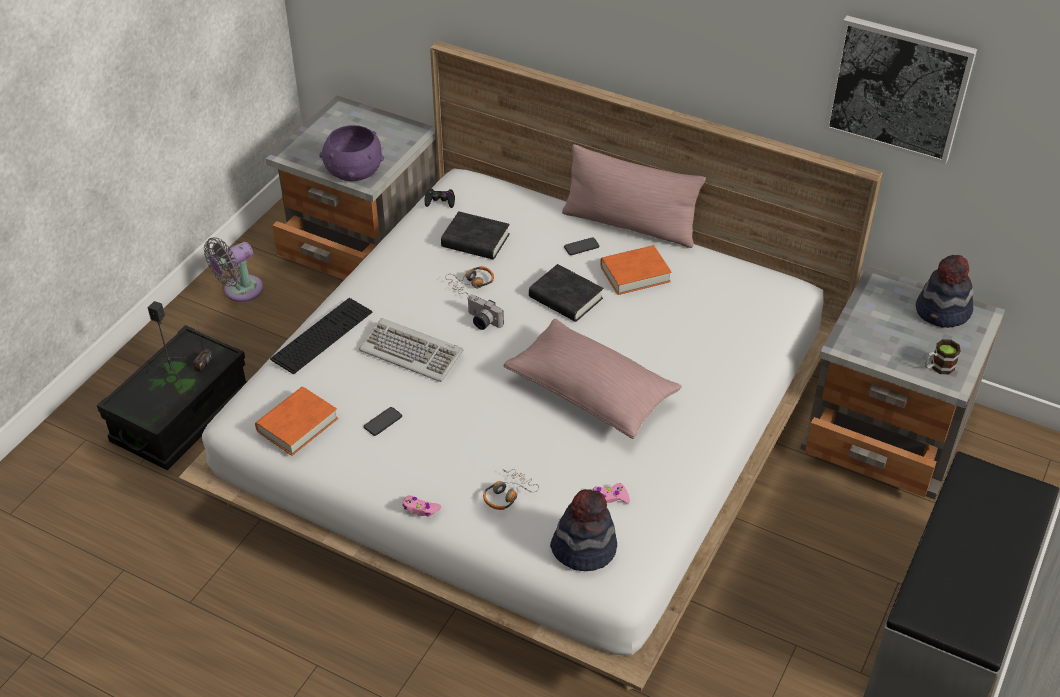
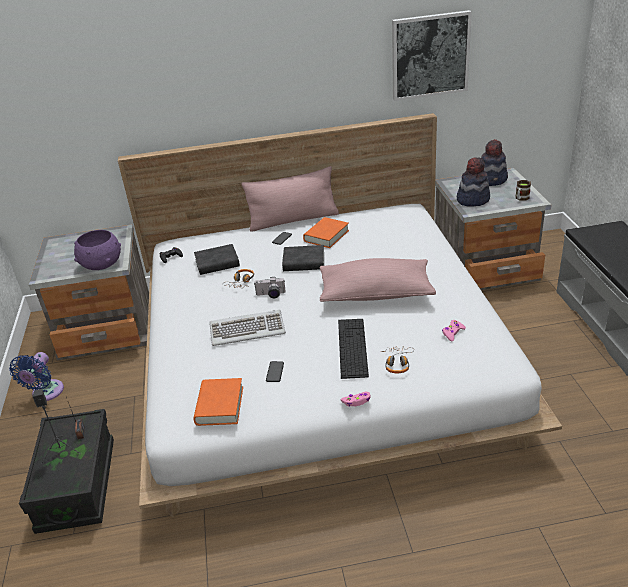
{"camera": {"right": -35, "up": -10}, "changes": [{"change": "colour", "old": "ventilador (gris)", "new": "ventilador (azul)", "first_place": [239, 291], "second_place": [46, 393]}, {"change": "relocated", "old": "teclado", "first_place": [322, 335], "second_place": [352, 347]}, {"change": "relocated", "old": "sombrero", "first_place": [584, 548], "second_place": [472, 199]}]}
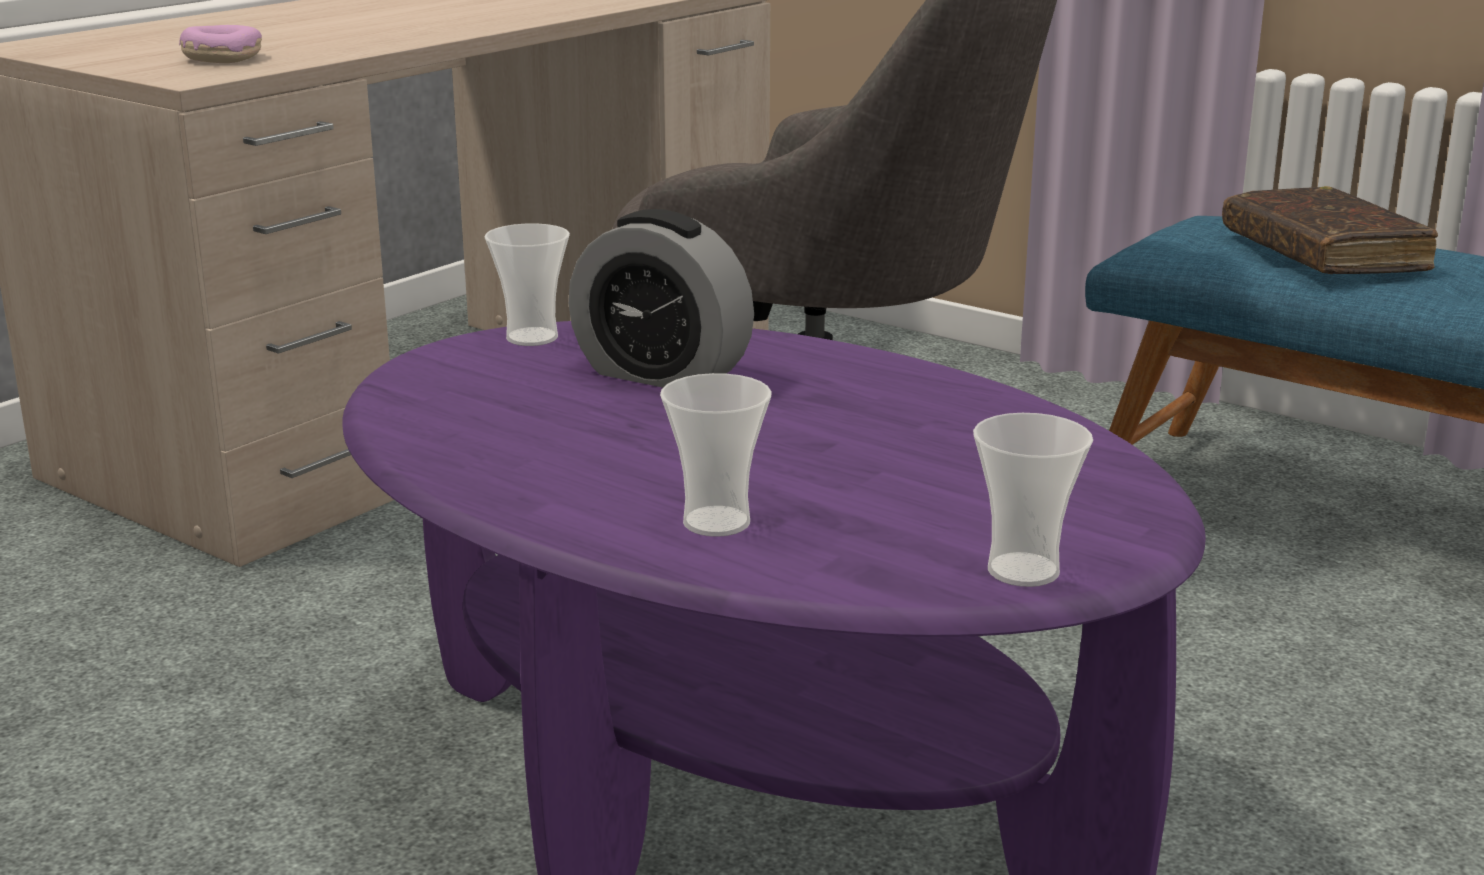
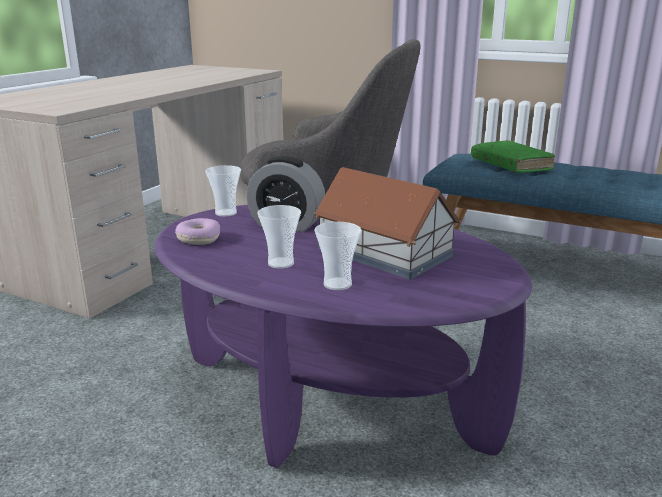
{"camera": {"right": -10, "up": 0}, "changes": [{"change": "relocated", "old": "rosquilla", "first_place": [222, 58], "second_place": [198, 239]}, {"change": "colour", "old": "libro (marrón)", "new": "libro (verde)", "first_place": [1322, 253], "second_place": [510, 165]}, {"change": "relocated", "old": "taza", "first_place": [1023, 571], "second_place": [281, 263]}, {"change": "appeared", "new": "casita", "second_place": [383, 251]}]}
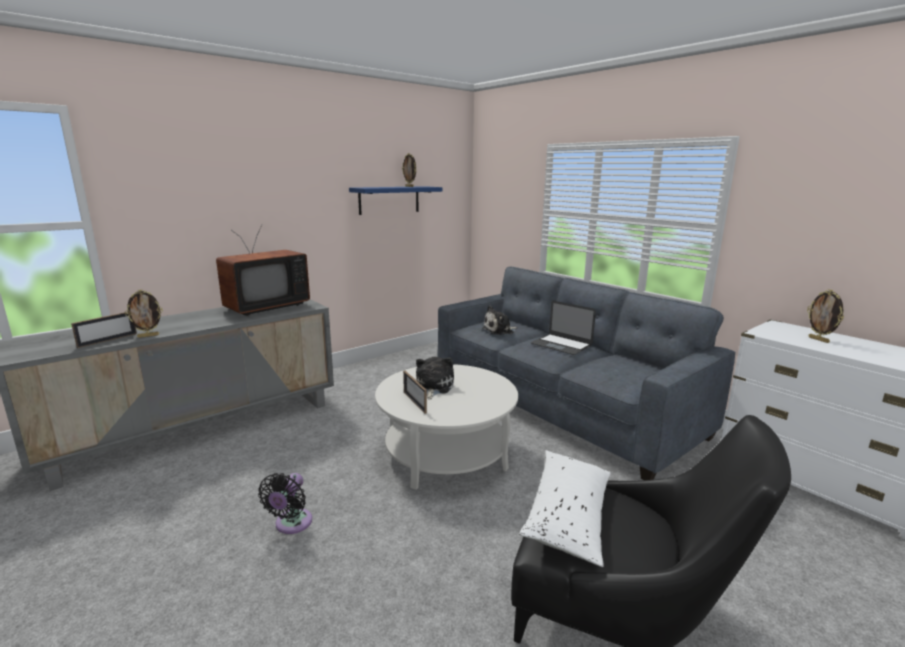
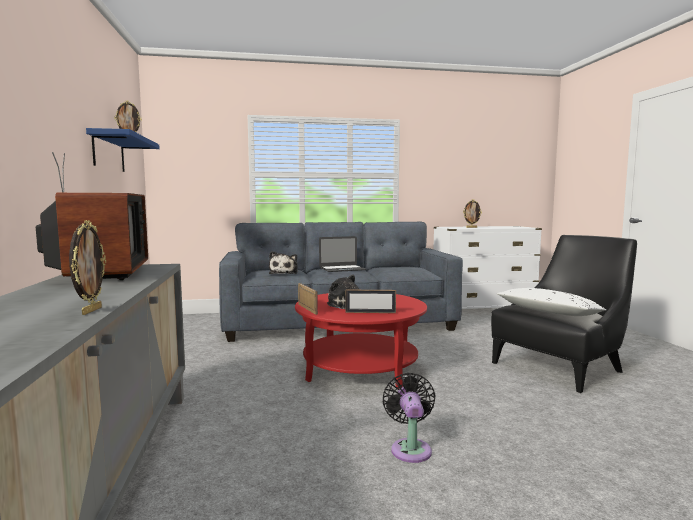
{"camera": {"right": -60, "up": -10}, "changes": [{"change": "relocated", "old": "portarretratos", "first_place": [108, 340], "second_place": [307, 309]}, {"change": "colour", "old": "mesa de centro (blanco)", "new": "mesa de centro (rojo)", "first_place": [446, 453], "second_place": [360, 367]}, {"change": "spun", "old": "ventilador (negro)", "first_place": [291, 524], "second_place": [410, 448], "degrees": -135}]}
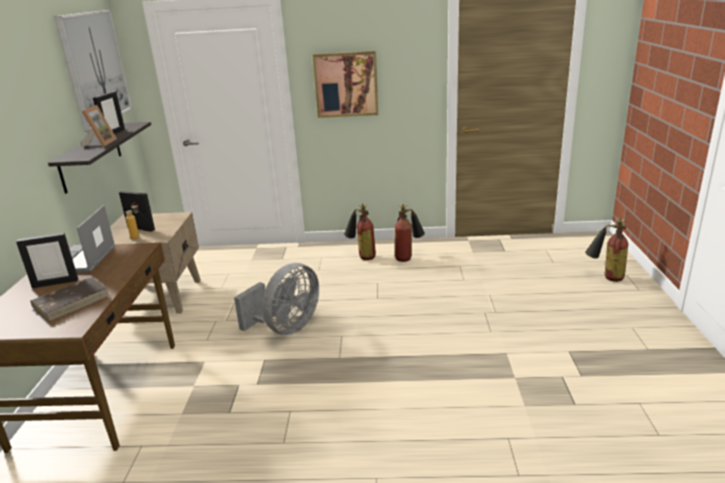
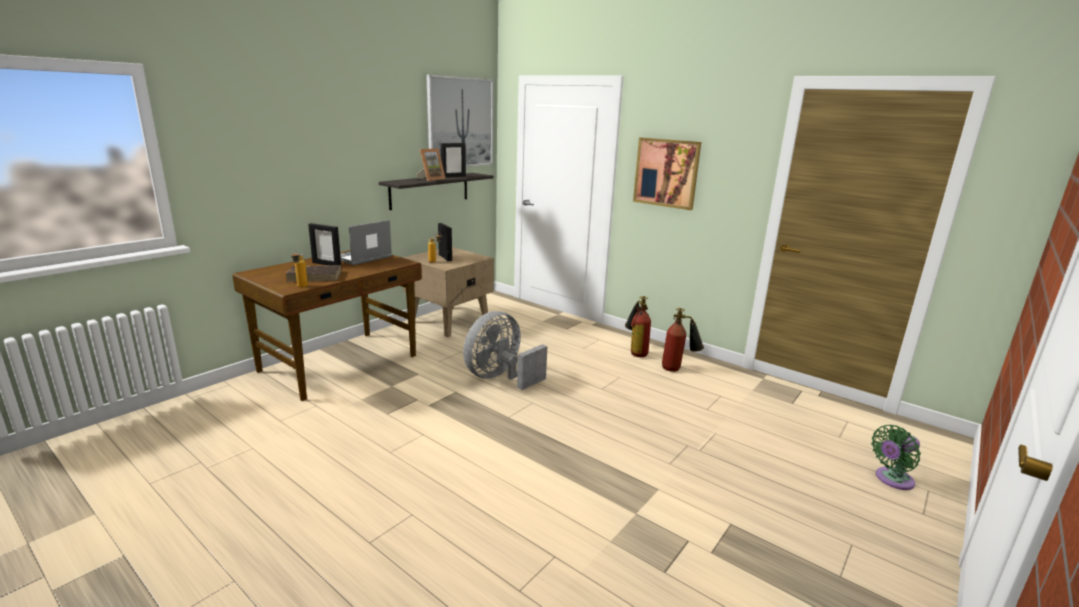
{"camera": {"right": 35, "up": -5}, "changes": [{"change": "exchanged", "old": "extintor", "new": "ventilador (verde)", "first_place": [605, 277], "second_place": [891, 480]}, {"change": "spun", "old": "ventilador (gris)", "first_place": [286, 328], "second_place": [500, 378], "degrees": 150}, {"change": "appeared", "new": "botella", "second_place": [301, 287]}]}
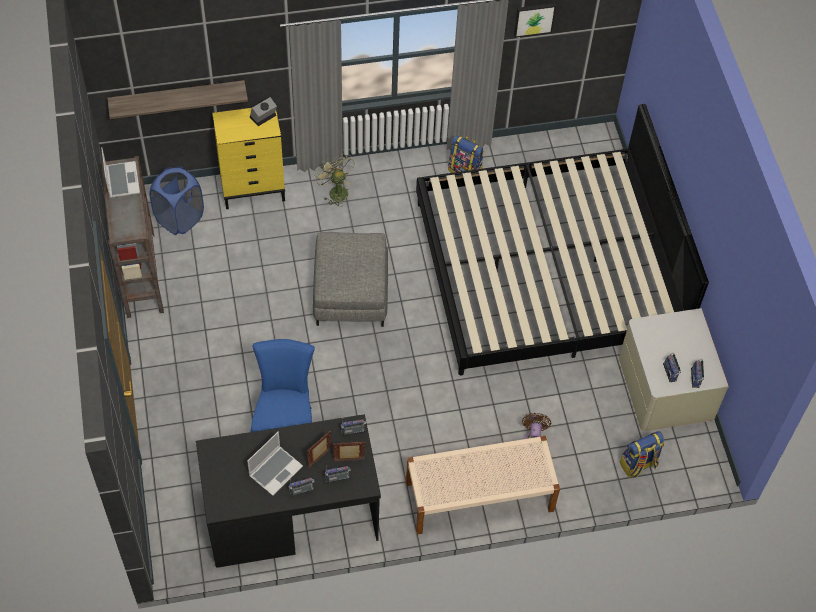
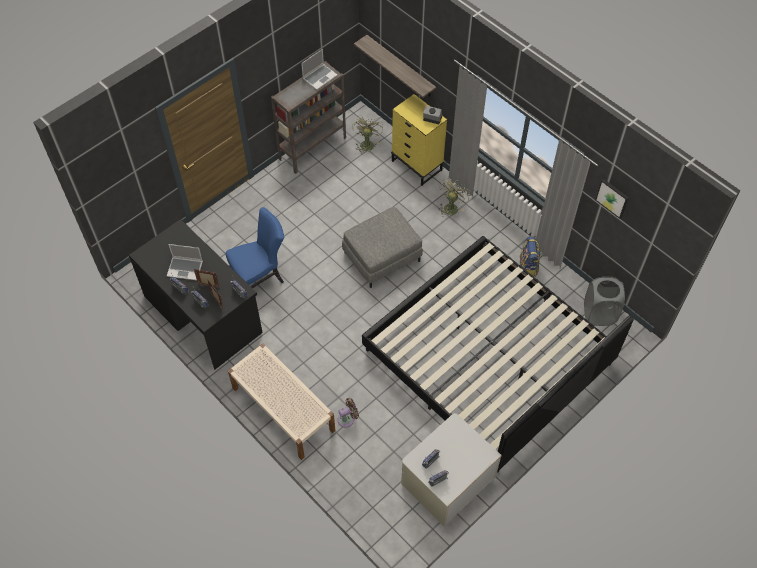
{"camera": {"right": 60, "up": 0}, "changes": [{"change": "exchanged", "old": "cesto de la ropa (azul)", "new": "ventilador (verde)", "first_place": [180, 218], "second_place": [366, 143]}, {"change": "missing", "old": "mochila", "first_place": [638, 464]}, {"change": "appeared", "new": "cesto de la ropa (gris)", "second_place": [599, 314]}]}
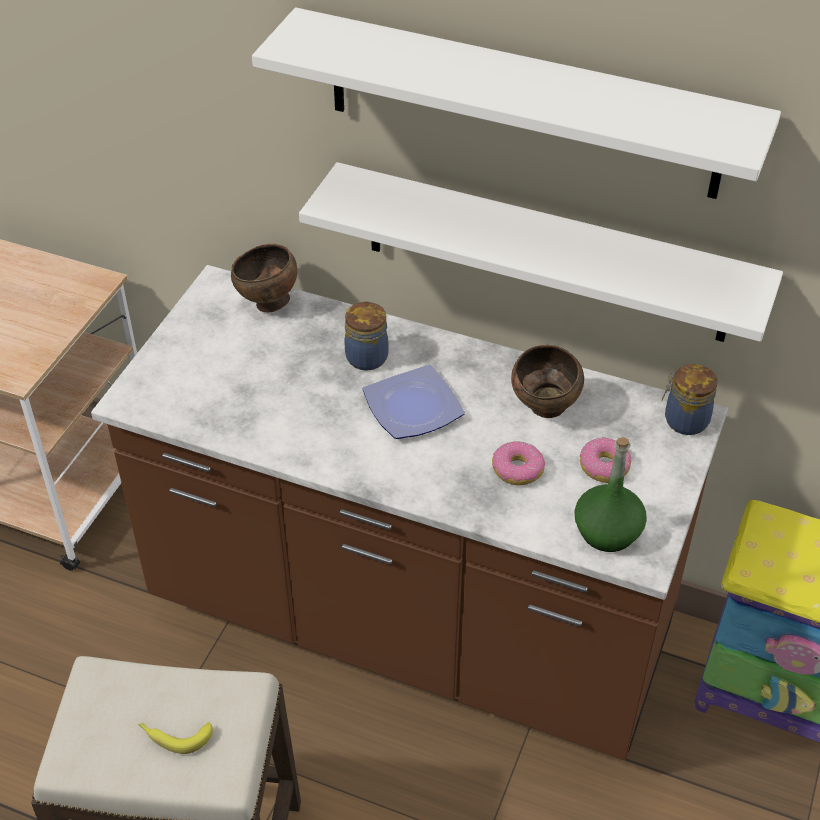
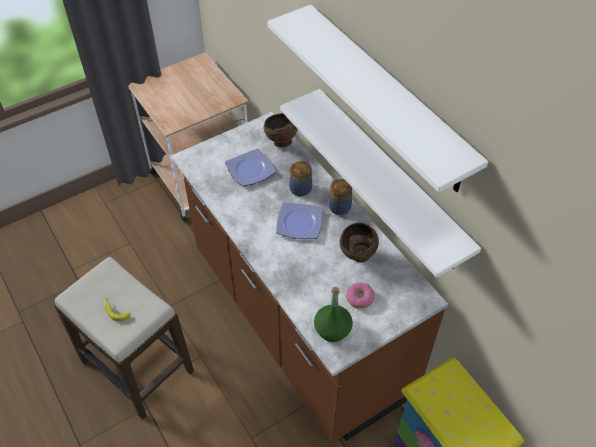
{"camera": {"right": 35, "up": 5}, "changes": [{"change": "relocated", "old": "tarro", "first_place": [684, 420], "second_place": [339, 206]}, {"change": "missing", "old": "rosquilla", "first_place": [517, 470]}, {"change": "appeared", "new": "plato", "second_place": [250, 169]}]}
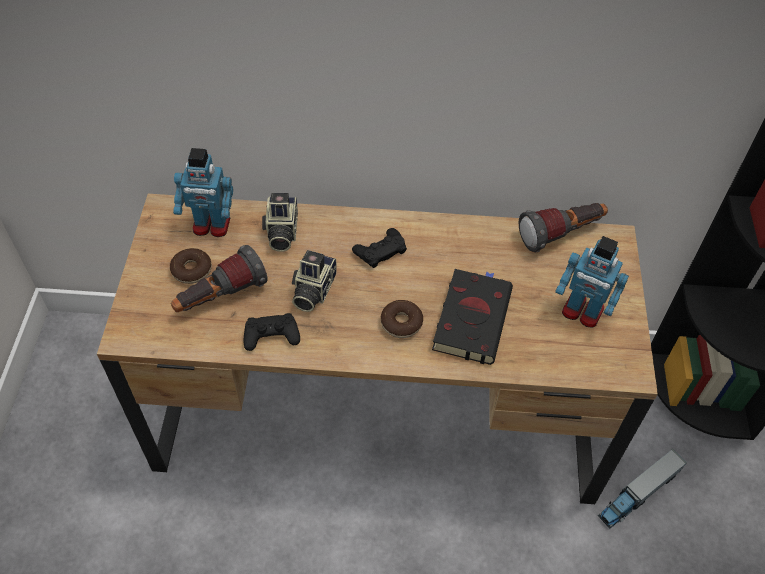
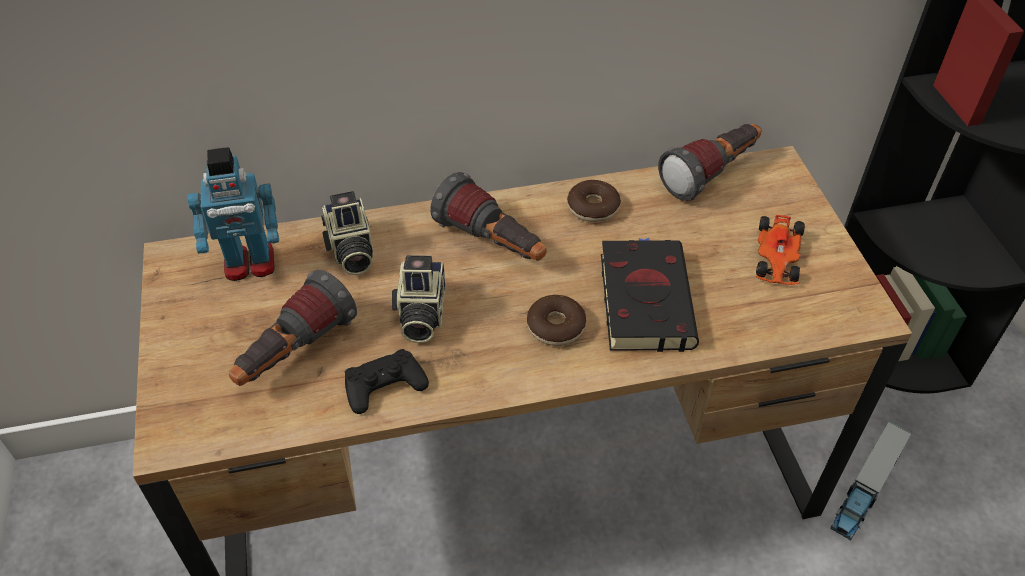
{"camera": {"right": -15, "up": -5}, "changes": [{"change": "exchanged", "old": "mando de consola (negro)", "new": "linterna", "first_place": [380, 251], "second_place": [493, 244]}, {"change": "exchanged", "old": "robot de juguete", "new": "coche de juguete", "first_place": [582, 312], "second_place": [777, 258]}, {"change": "relocated", "old": "rosquilla", "first_place": [192, 270], "second_place": [593, 207]}]}
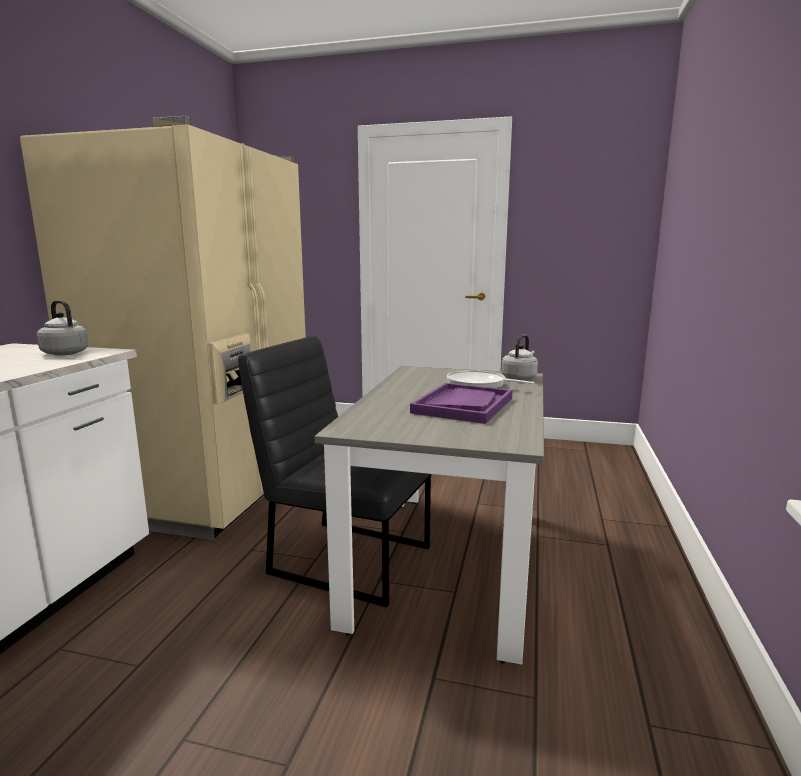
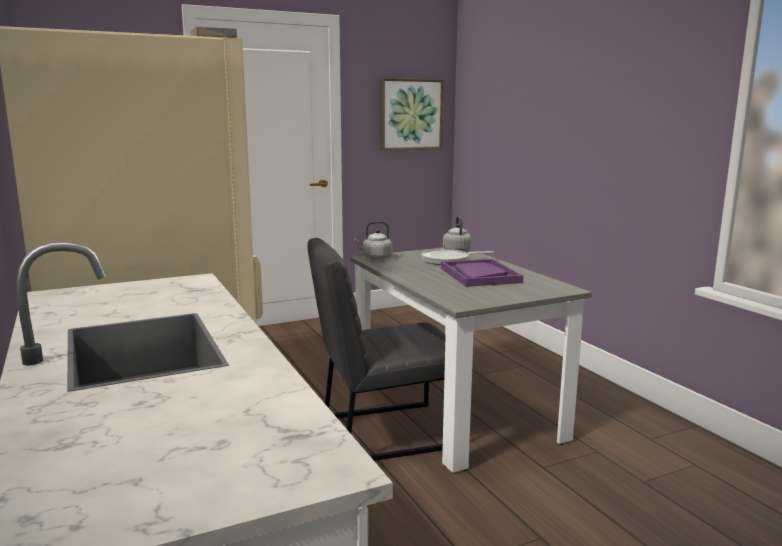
{"camera": {"right": -40, "up": 0}, "changes": [{"change": "relocated", "old": "hervidor (gris)", "first_place": [64, 353], "second_place": [375, 258]}, {"change": "appeared", "new": "cuadro", "second_place": [411, 114]}]}
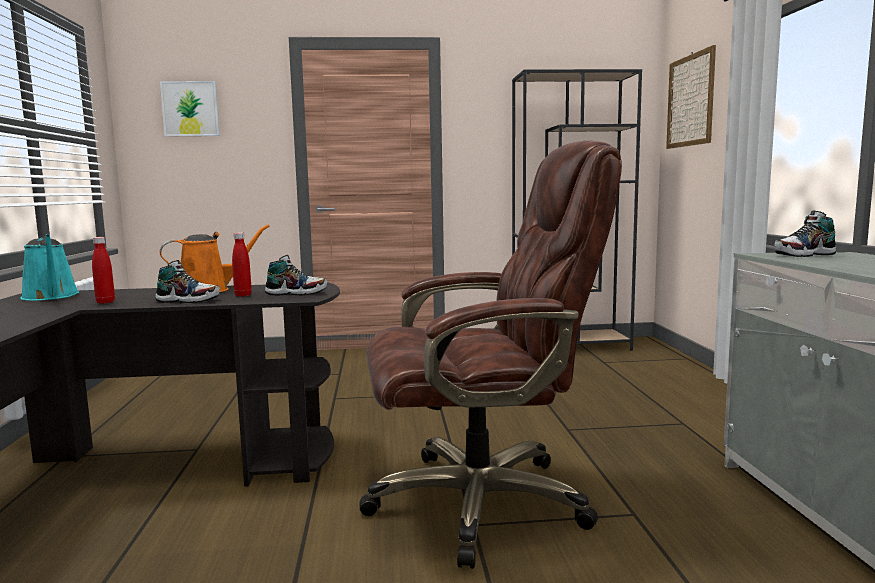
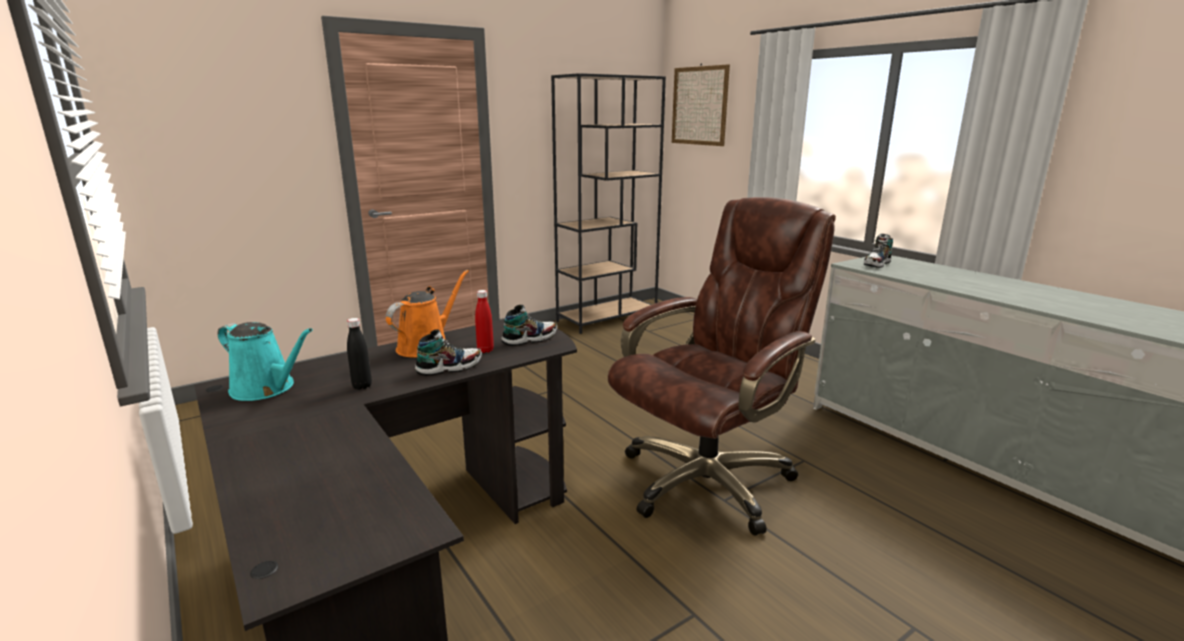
{"camera": {"right": -30, "up": 10}, "changes": [{"change": "missing", "old": "cuadro", "first_place": [190, 109]}, {"change": "colour", "old": "botella (rojo)", "new": "botella (negro)", "first_place": [105, 302], "second_place": [362, 386]}]}
